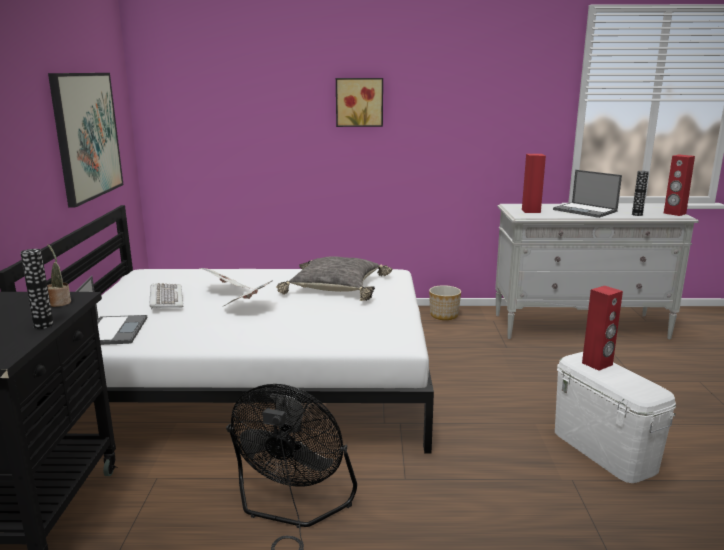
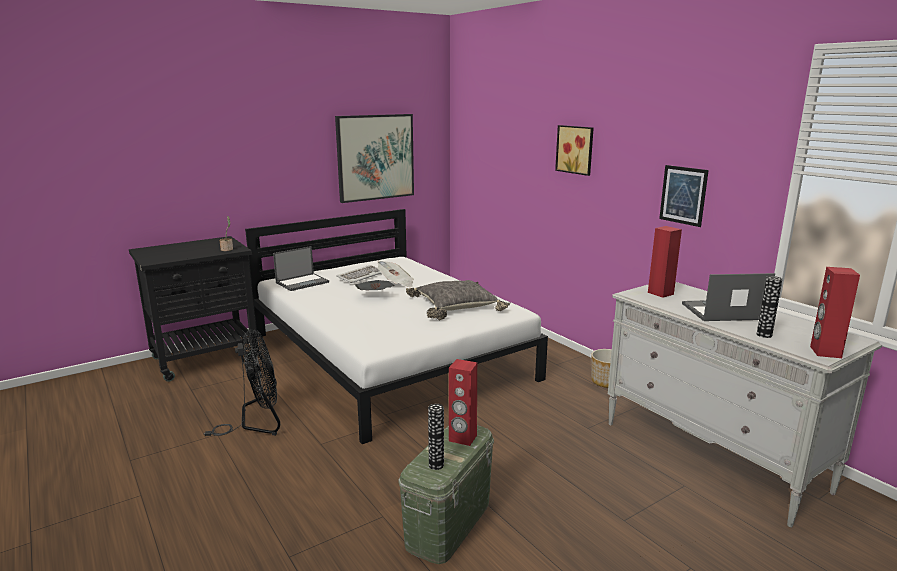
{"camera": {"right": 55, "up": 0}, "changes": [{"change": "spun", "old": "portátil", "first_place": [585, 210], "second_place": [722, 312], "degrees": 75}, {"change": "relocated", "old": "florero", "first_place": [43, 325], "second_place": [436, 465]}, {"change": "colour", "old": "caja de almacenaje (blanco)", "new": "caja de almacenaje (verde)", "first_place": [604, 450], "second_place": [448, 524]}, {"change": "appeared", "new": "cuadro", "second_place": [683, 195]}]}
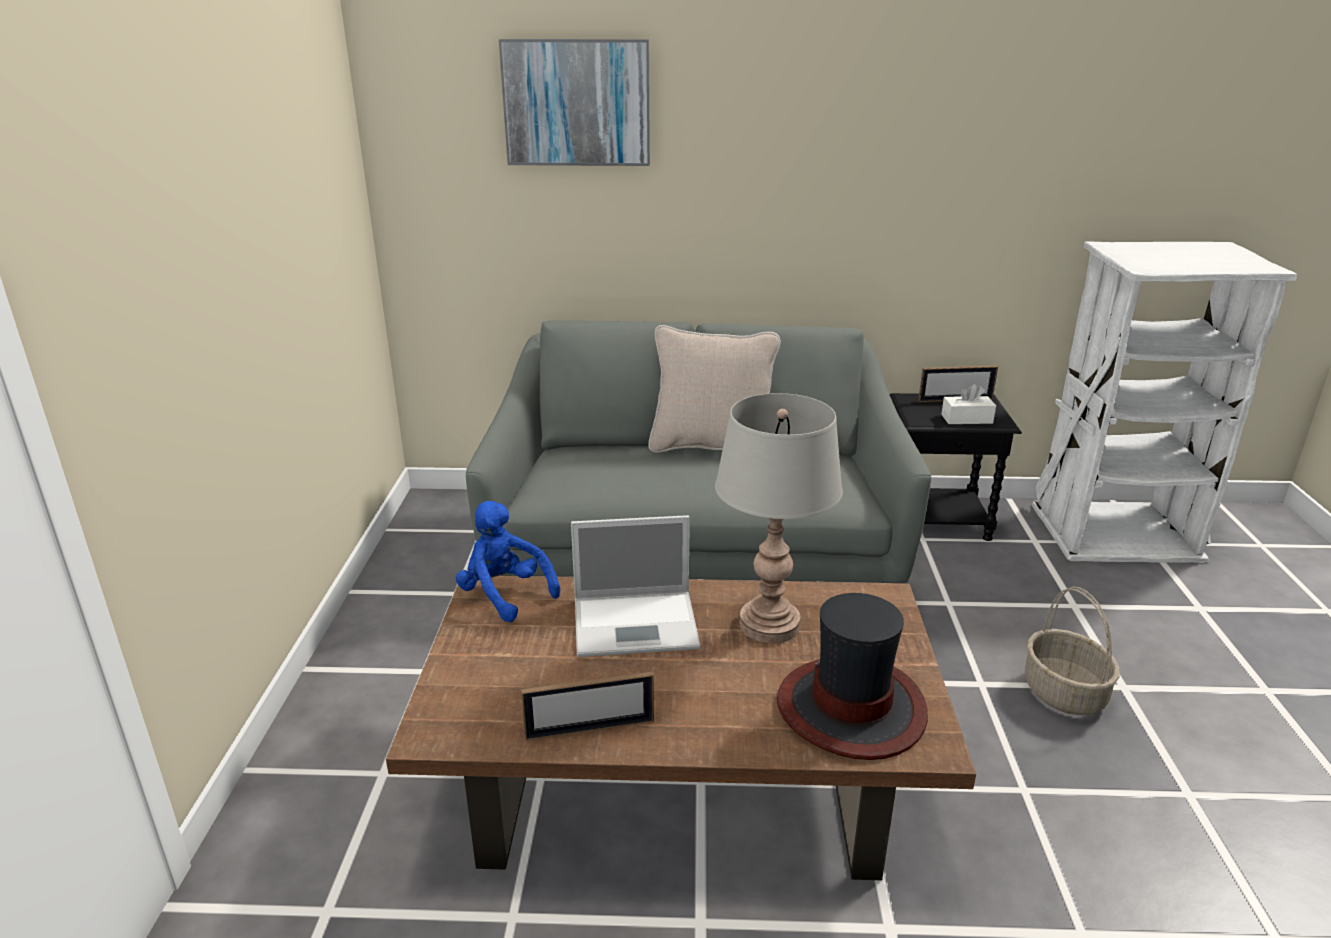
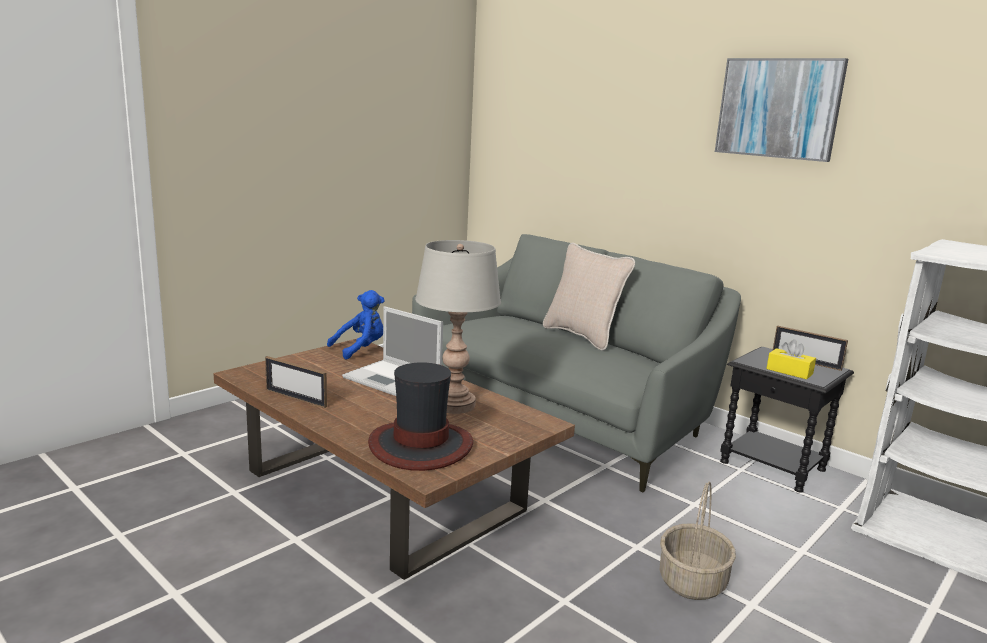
{"camera": {"right": 40, "up": -10}, "changes": [{"change": "relocated", "old": "cuadro", "first_place": [577, 103], "second_place": [778, 108]}, {"change": "colour", "old": "caja de pañuelos (blanco)", "new": "caja de pañuelos (amarillo)", "first_place": [966, 419], "second_place": [789, 371]}, {"change": "spun", "old": "peluche (azul)", "first_place": [504, 594], "second_place": [361, 349], "degrees": 60}]}
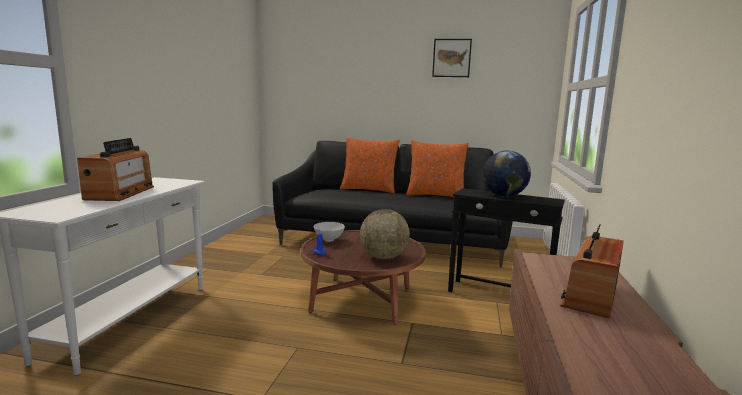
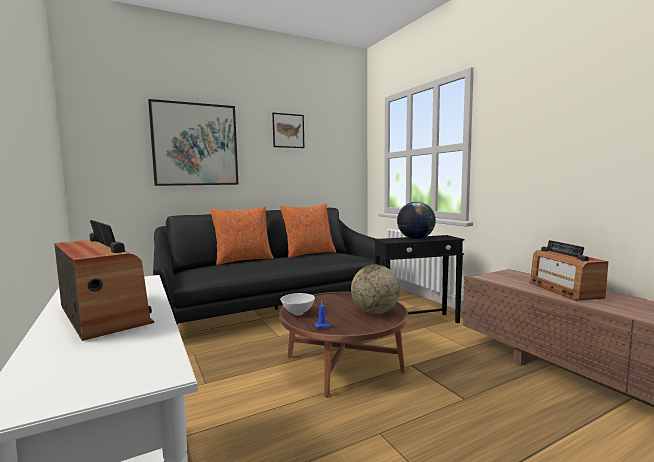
{"camera": {"right": -40, "up": -5}, "changes": [{"change": "appeared", "new": "cuadro", "second_place": [195, 144]}]}
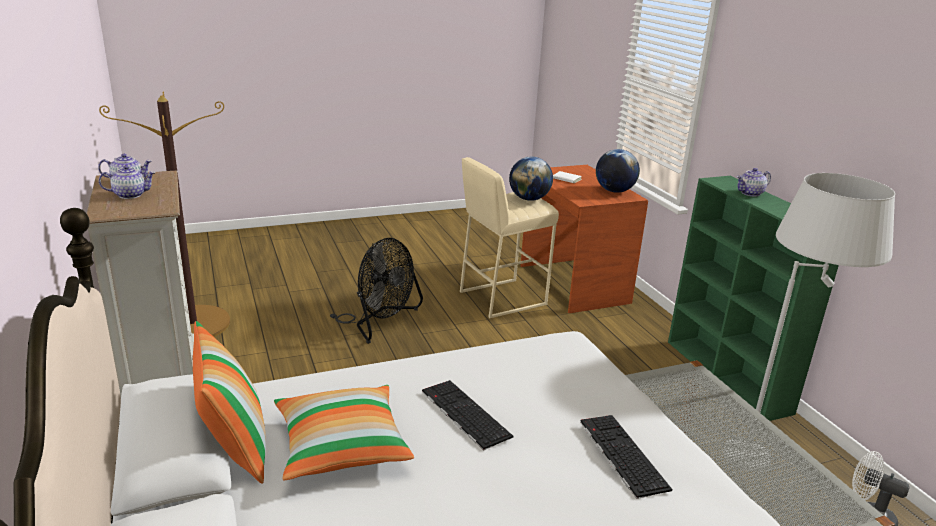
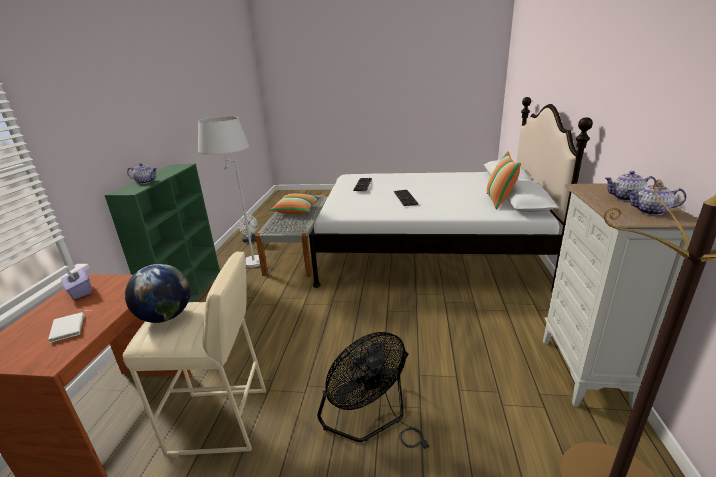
{"camera": {"right": -150, "up": 0}, "changes": [{"change": "exchanged", "old": "globo terráqueo", "new": "caja de pañuelos (morado)", "first_place": [614, 191], "second_place": [80, 292]}, {"change": "relocated", "old": "cojín", "first_place": [341, 446], "second_place": [297, 210]}]}
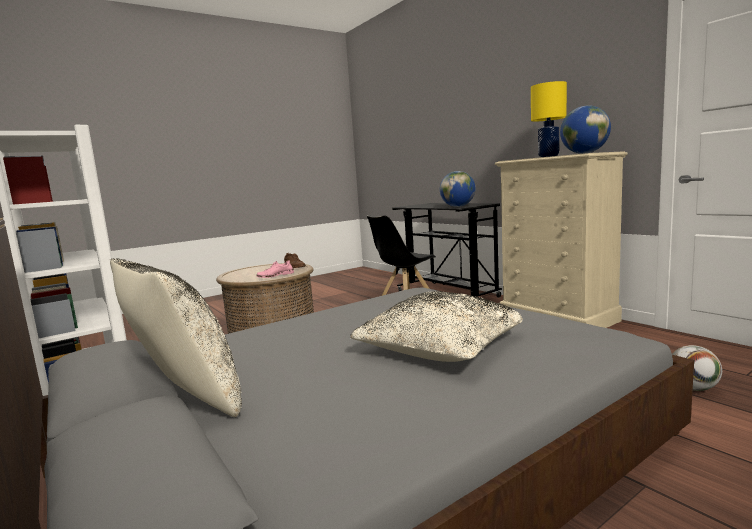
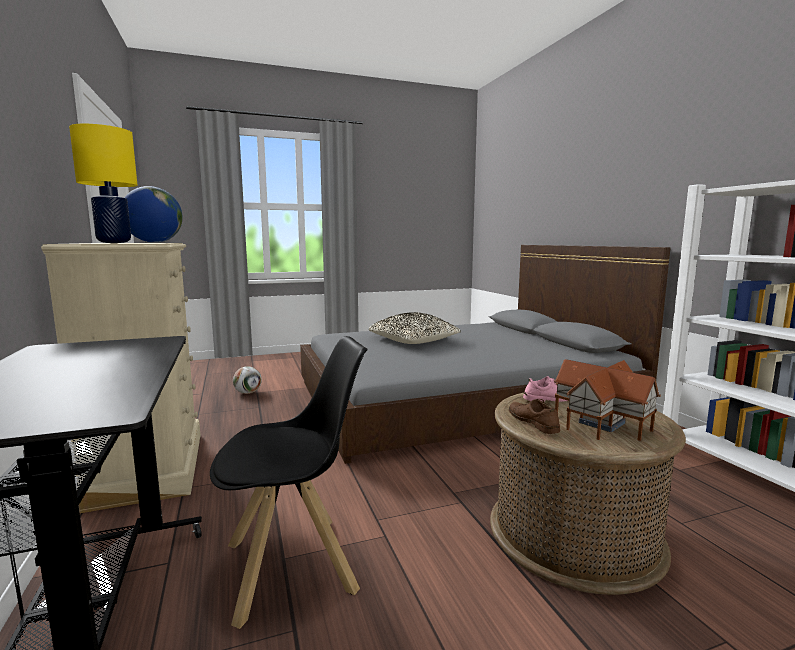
{"camera": {"right": -165, "up": 0}, "changes": [{"change": "missing", "old": "globo terráqueo", "first_place": [458, 206]}, {"change": "missing", "old": "cojín (beis)", "first_place": [186, 401]}, {"change": "appeared", "new": "casita", "second_place": [603, 422]}]}
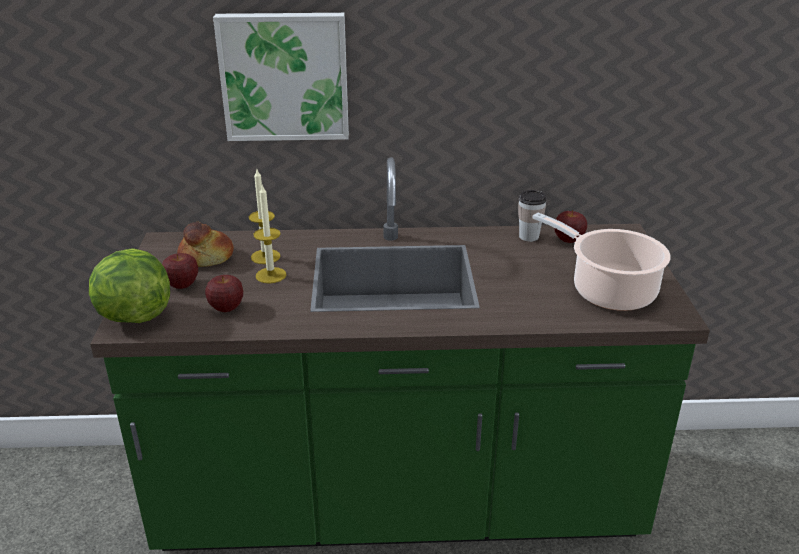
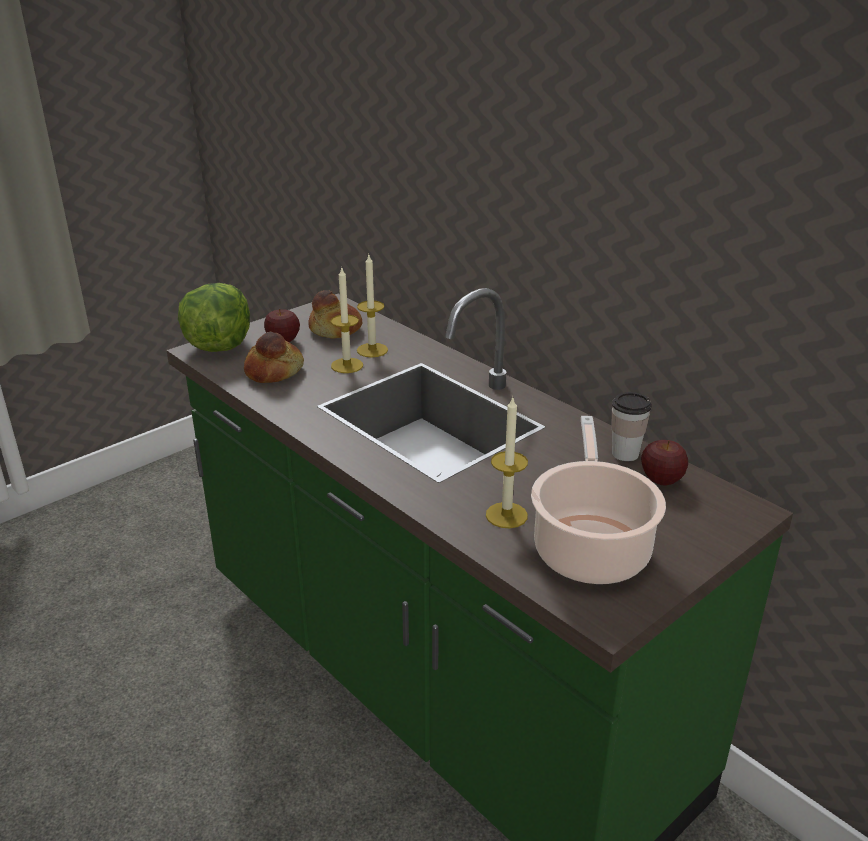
{"camera": {"right": 50, "up": 0}, "changes": [{"change": "missing", "old": "cuadro", "first_place": [284, 76]}, {"change": "exchanged", "old": "manzana", "new": "pan", "first_place": [226, 307], "second_place": [274, 371]}, {"change": "appeared", "new": "vela", "second_place": [506, 515]}]}
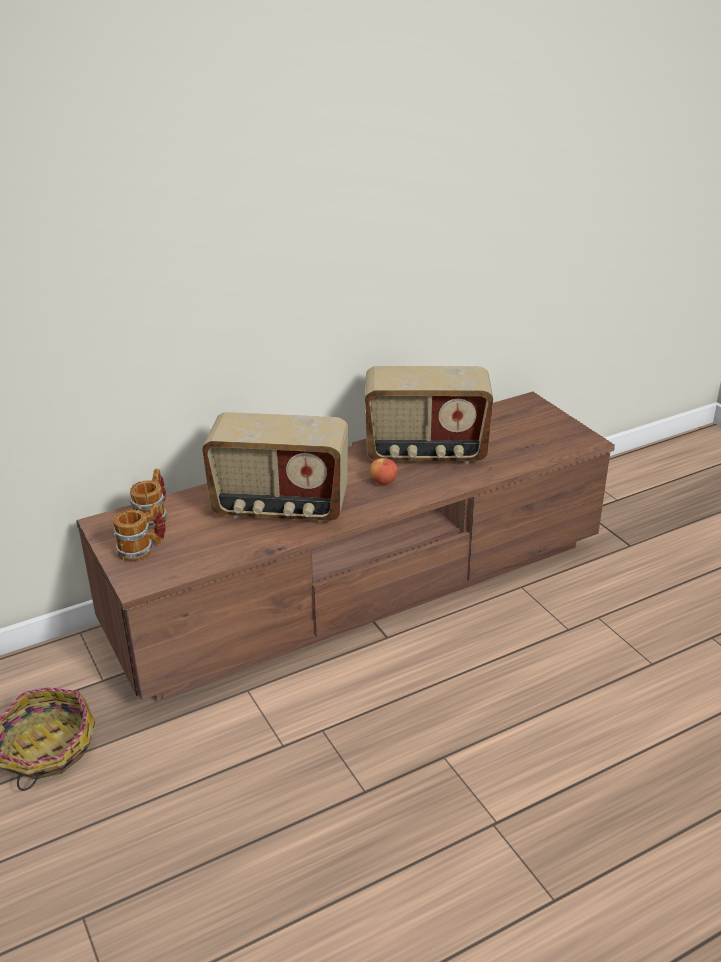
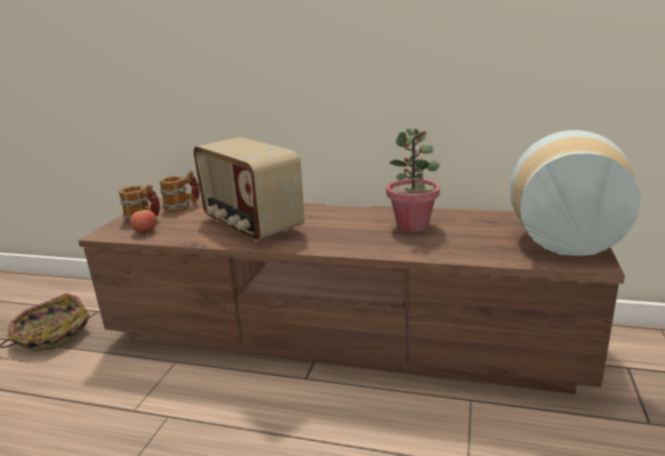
{"camera": {"right": 45, "up": -10}, "changes": [{"change": "exchanged", "old": "radio", "new": "planta en maceta", "first_place": [426, 453], "second_place": [413, 226]}, {"change": "relocated", "old": "manzana", "first_place": [383, 481], "second_place": [145, 231]}, {"change": "appeared", "new": "florero", "second_place": [563, 239]}]}
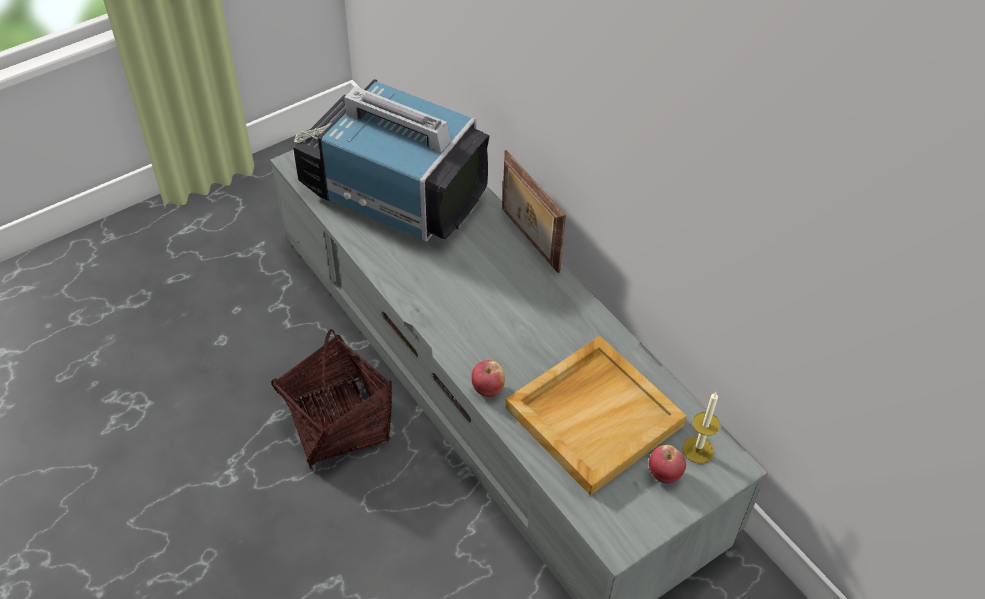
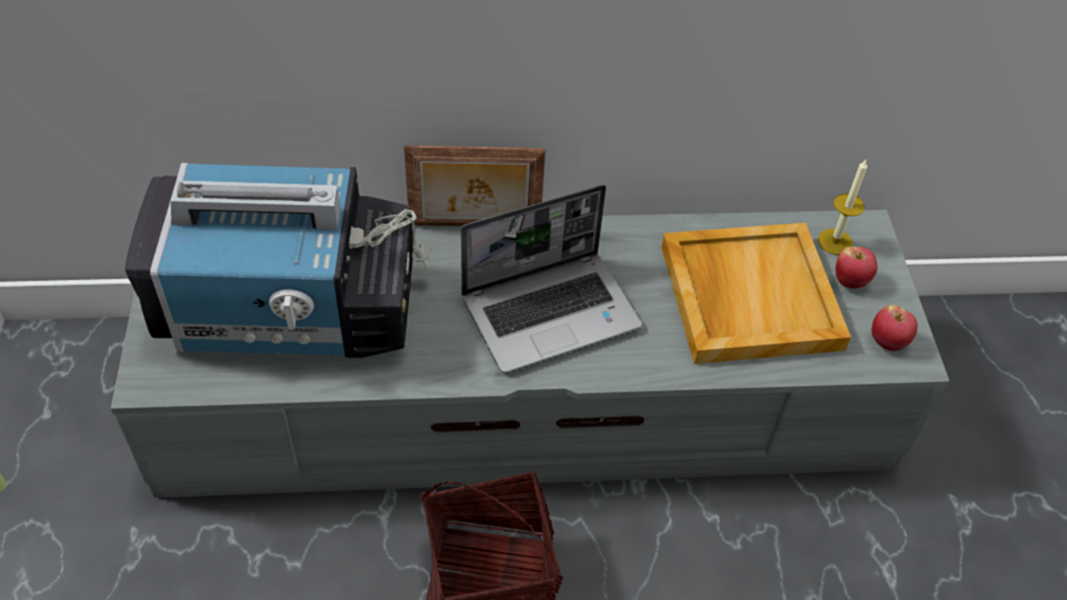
{"camera": {"right": -60, "up": 0}, "changes": [{"change": "spun", "old": "televisor", "first_place": [392, 192], "second_place": [292, 308], "degrees": -150}, {"change": "relocated", "old": "manzana", "first_place": [487, 389], "second_place": [888, 342]}, {"change": "appeared", "new": "portátil", "second_place": [551, 311]}]}
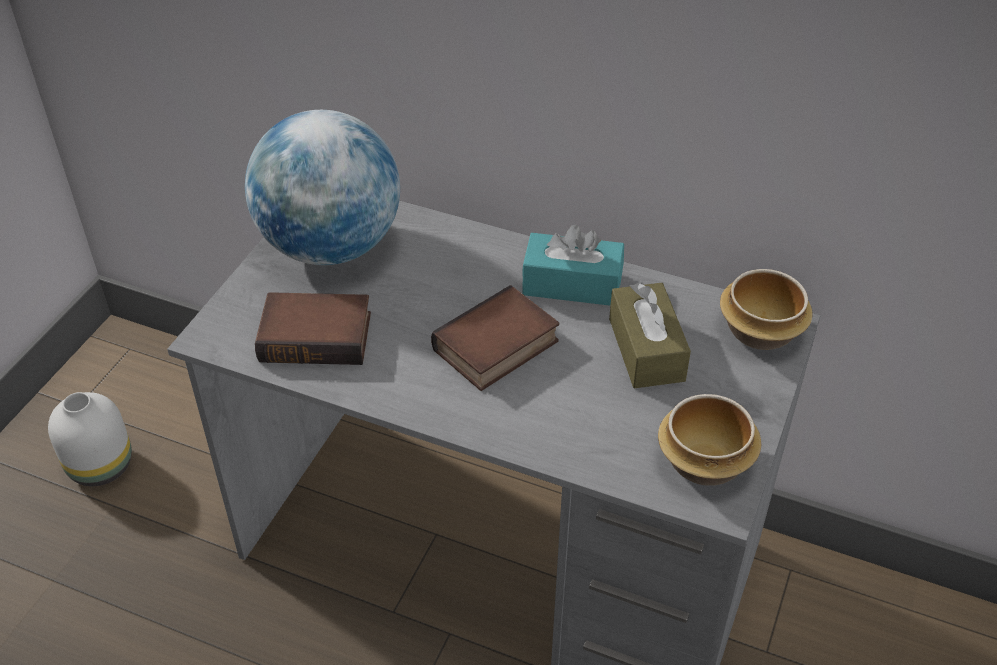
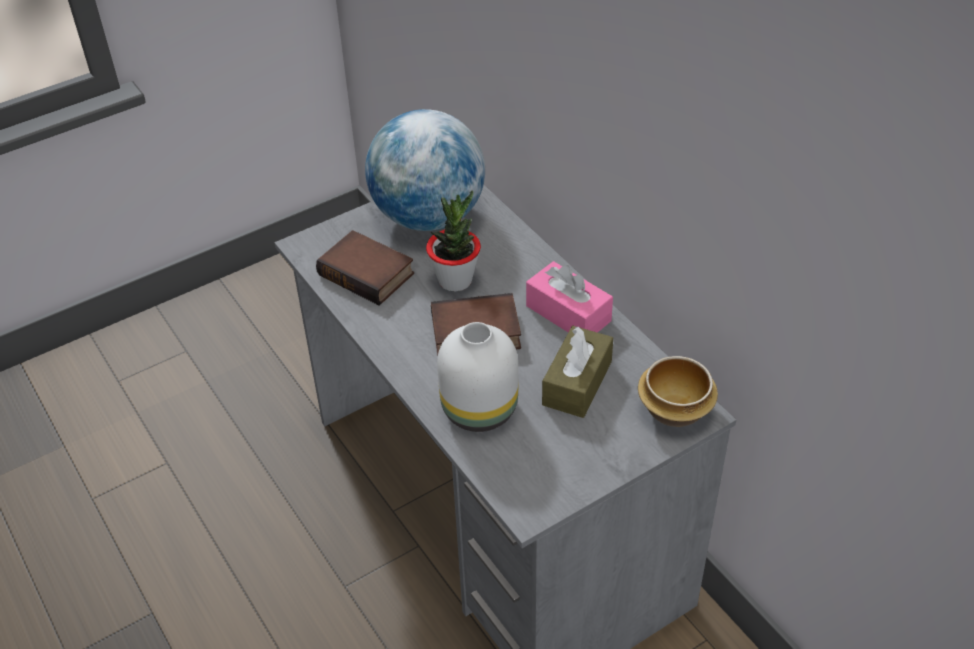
{"camera": {"right": 35, "up": 0}, "changes": [{"change": "colour", "old": "caja de pañuelos (turquesa)", "new": "caja de pañuelos (rosa)", "first_place": [572, 284], "second_place": [568, 313]}, {"change": "relocated", "old": "florero (blanco)", "first_place": [102, 467], "second_place": [480, 411]}, {"change": "missing", "old": "cuenco", "first_place": [704, 464]}, {"change": "appeared", "new": "planta en maceta", "second_place": [455, 280]}]}
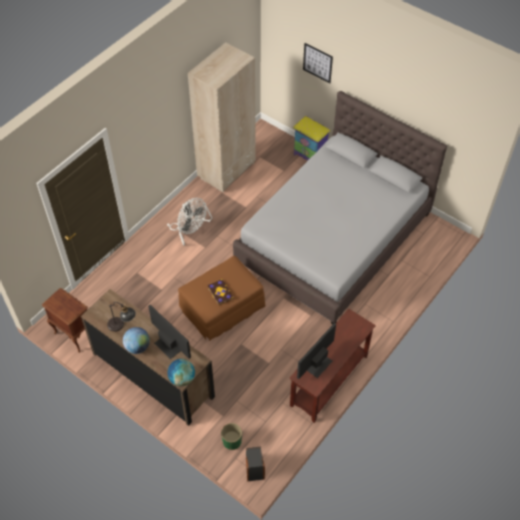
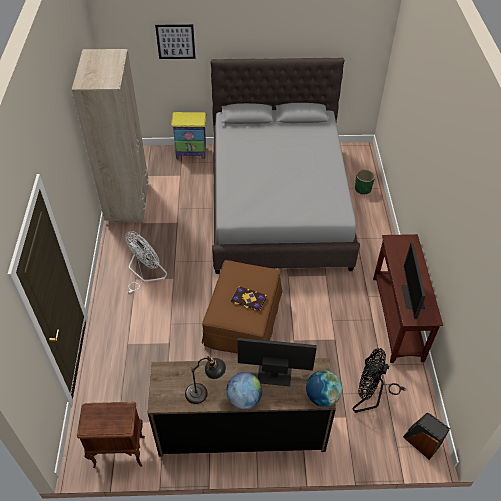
{"camera": {"right": -40, "up": -5}, "changes": [{"change": "spun", "old": "ventilador (blanco)", "first_place": [189, 230], "second_place": [143, 272], "degrees": -45}, {"change": "relocated", "old": "maceta (verde)", "first_place": [232, 441], "second_place": [363, 189]}, {"change": "appeared", "new": "ventilador (negro)", "second_place": [372, 390]}]}
